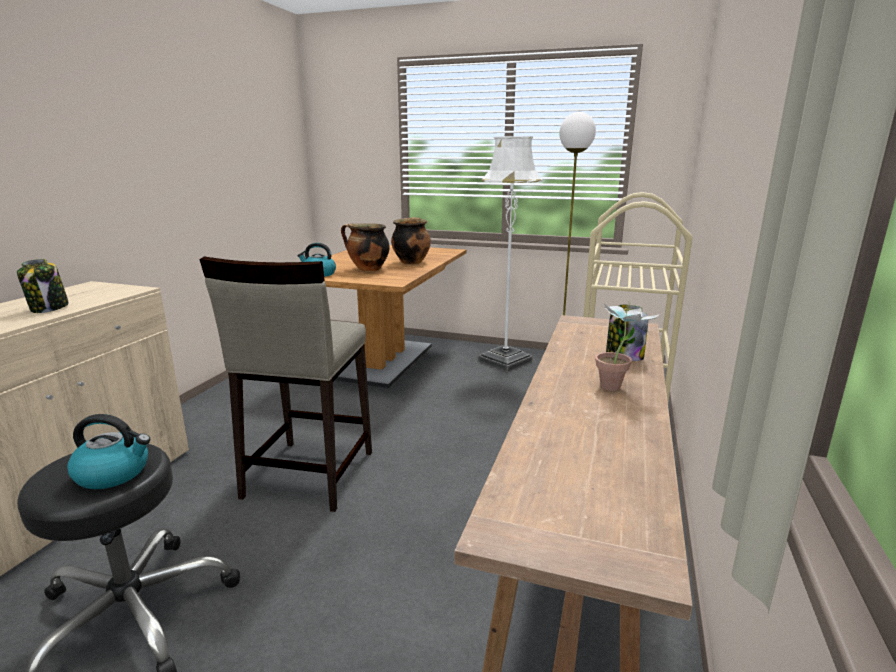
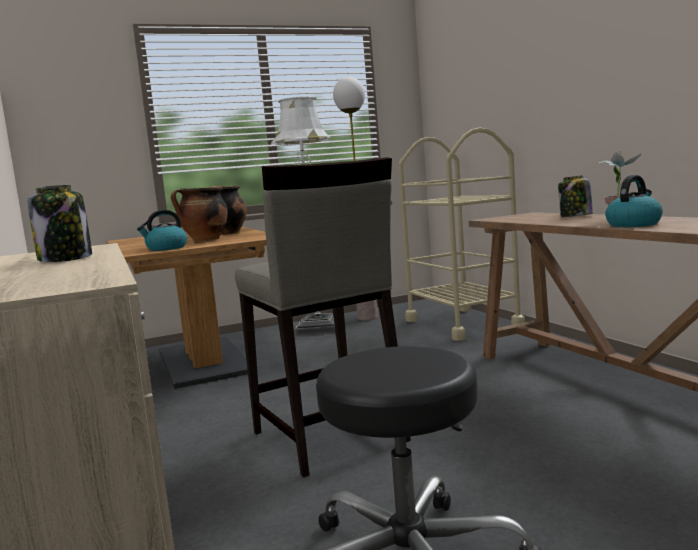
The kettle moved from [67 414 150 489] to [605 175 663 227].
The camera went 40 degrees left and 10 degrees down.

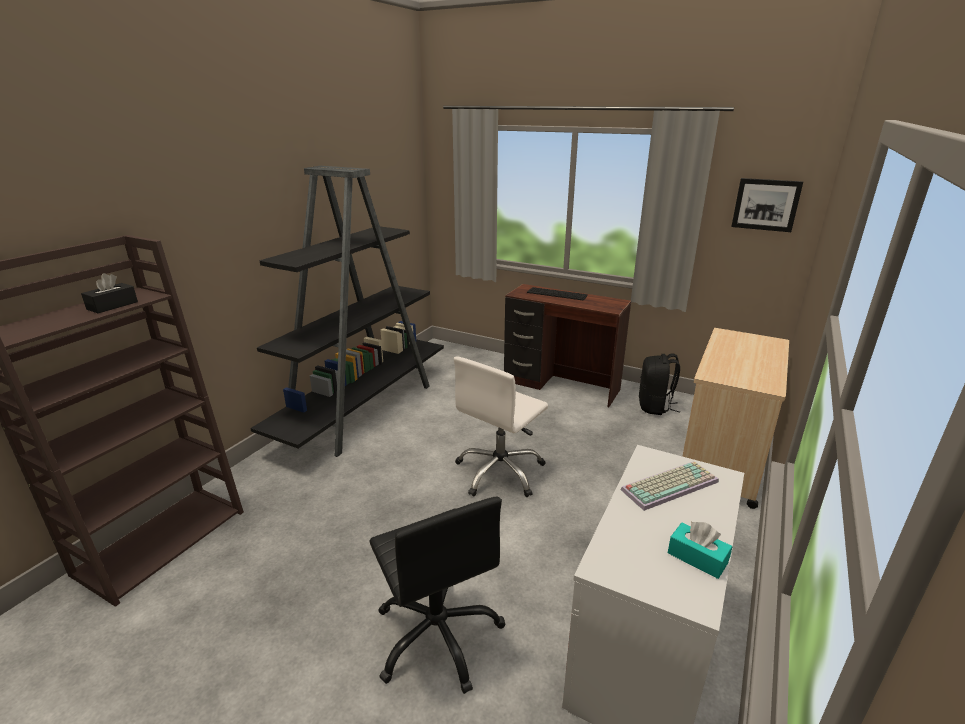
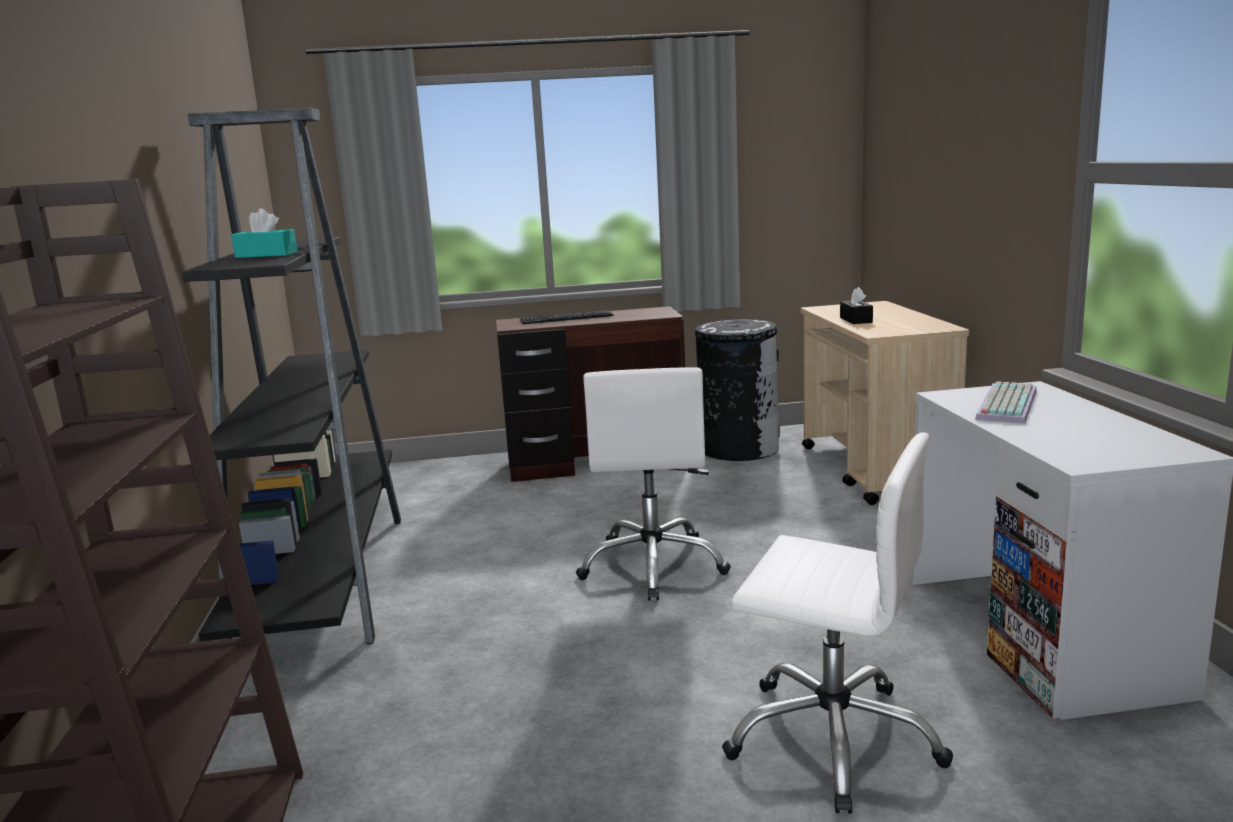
The wall art at [731 178 803 232] disappeared.
The black-coloured tissue holder moved from [81 273 138 313] to [840 287 873 324].
The black-coloured rucksack at [639 353 680 415] was replaced by the black-coloured trash can at [695 319 780 461].
The black-coloured office chair at [369 497 506 694] became the whitish office chair at [722 432 953 814].
The turquoise-coloured tissue holder moved from [668 522 732 579] to [231 208 298 258].
The camera went 35 degrees left and 10 degrees down.

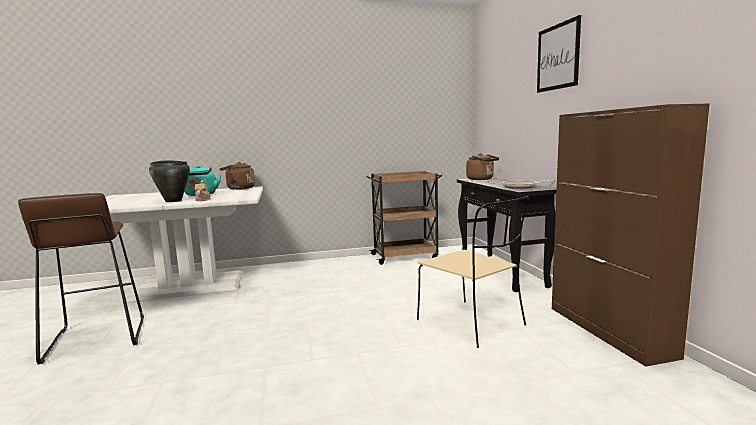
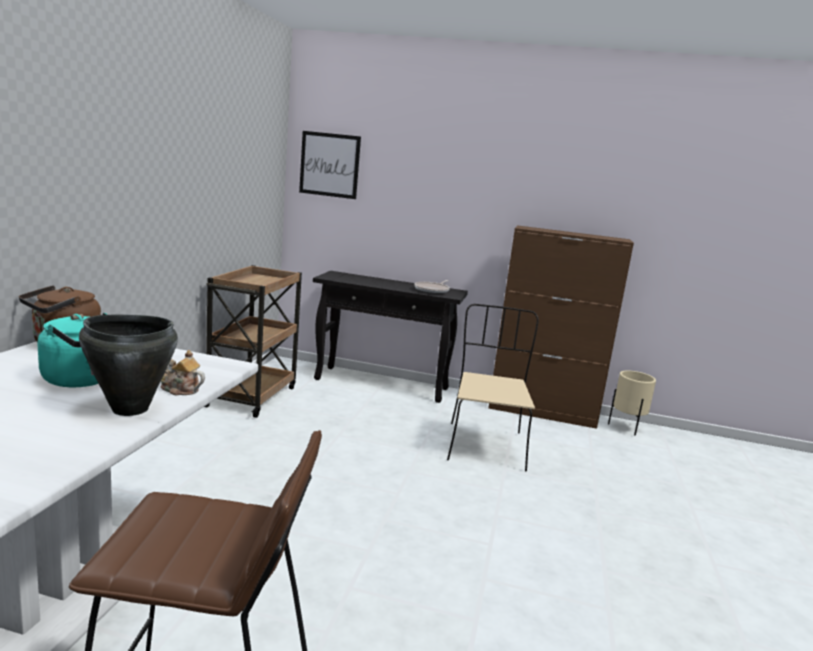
The wall art moved from [537 15 581 93] to [299 131 361 199].
The brownish kettle at [466 153 499 180] disappeared.
The beige plain chair at [417 196 529 348] turned 75 degrees counterclockwise.
The beige plant pot at [608 370 656 436] appeared.
The camera went 65 degrees left and 5 degrees up.

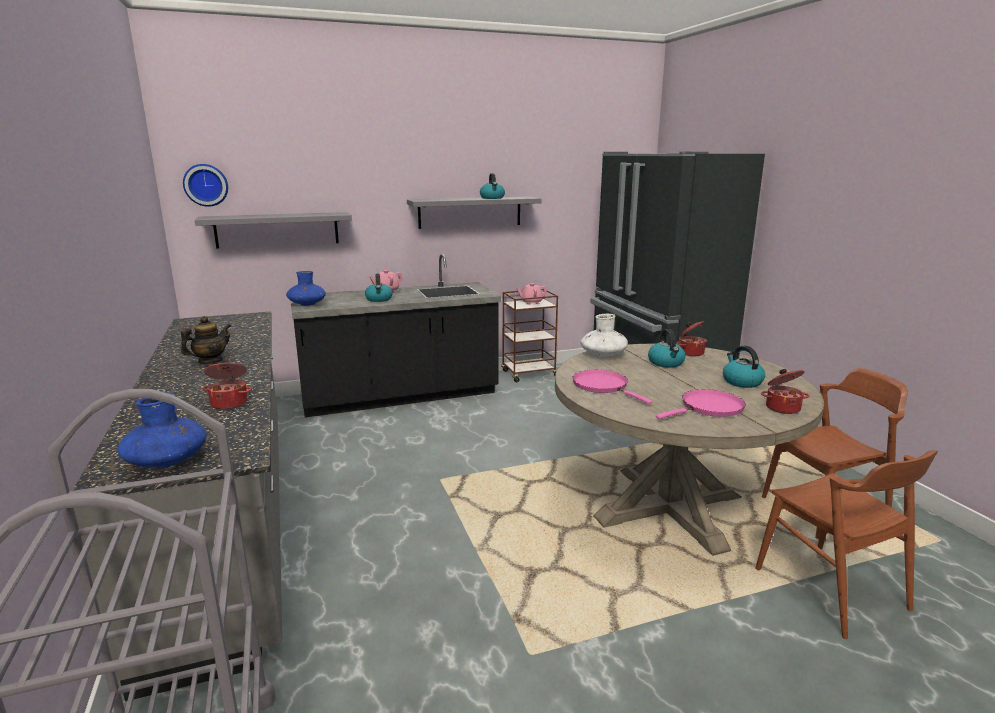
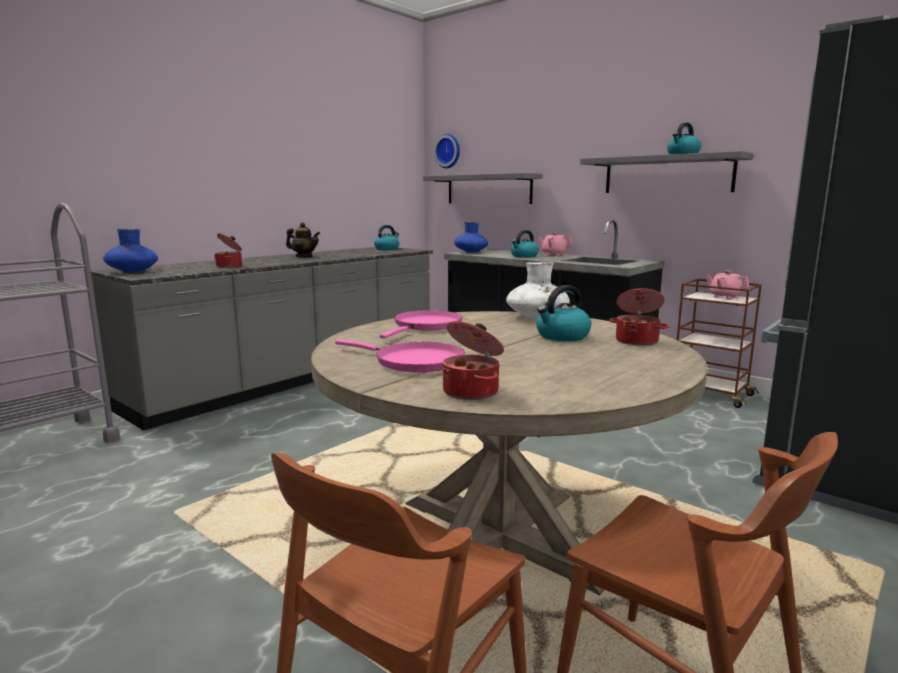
The kettle moved from [723 346 765 388] to [374 225 399 250].
The camera went 60 degrees right and 5 degrees down.

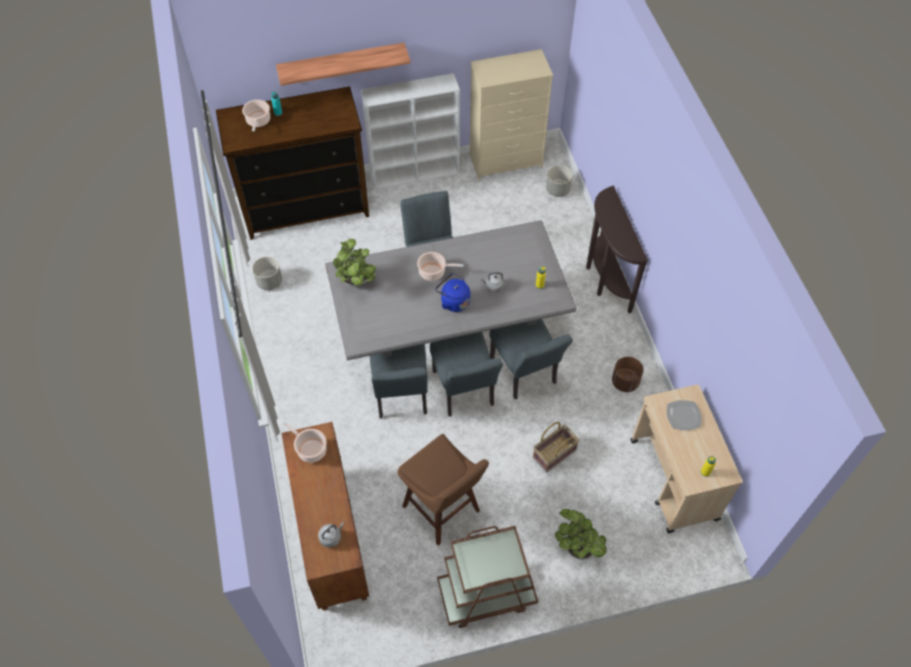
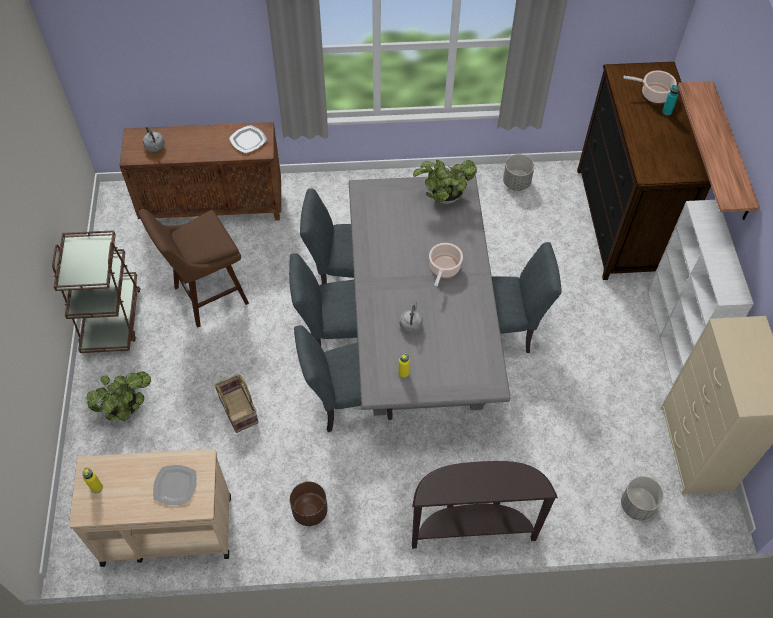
The blue-coloured kettle at [435 273 470 312] disappeared.
The stockpot at [282 422 327 463] was replaced by the plate at [229 125 267 154].
The camera went 100 degrees right and 0 degrees up.

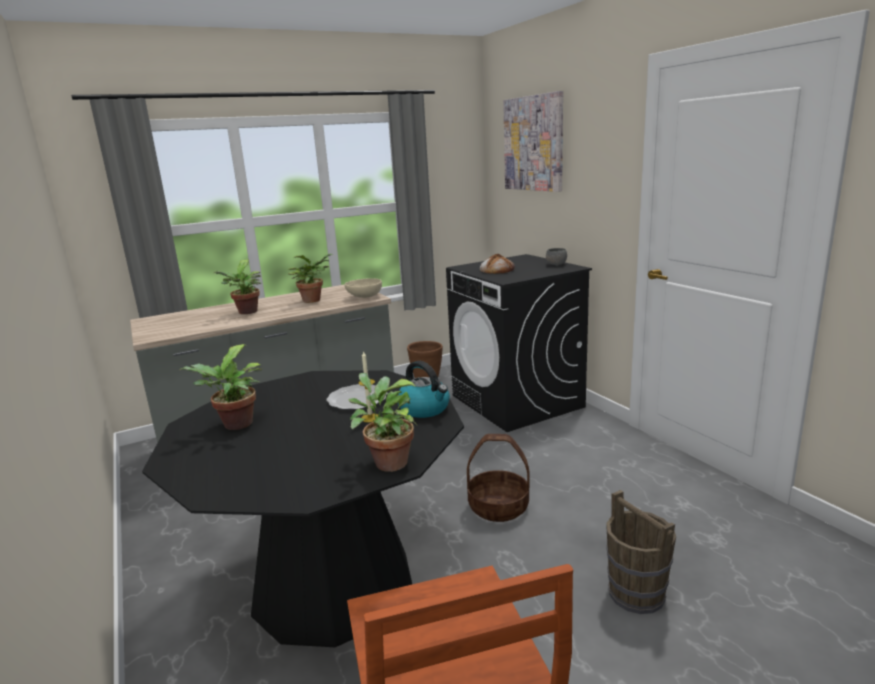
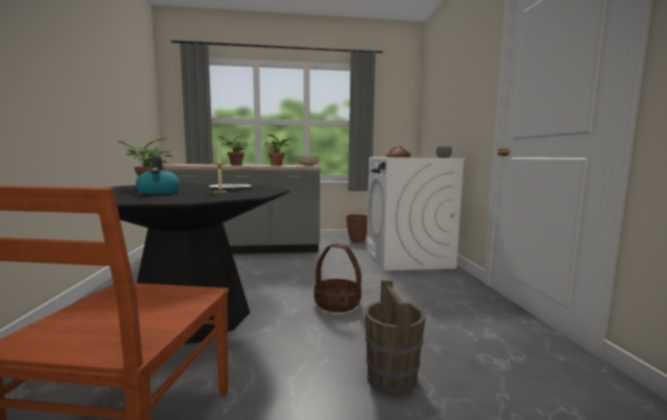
The wall art at [503 91 563 192] disappeared.
The black-coloured laundry machine at [446 254 592 432] became the whitish laundry machine at [367 157 466 271].
The kettle moved from [397 361 450 418] to [136 155 180 194].
The plant in a pot at [348 373 417 472] disappeared.
The camera went 20 degrees right and 10 degrees down.

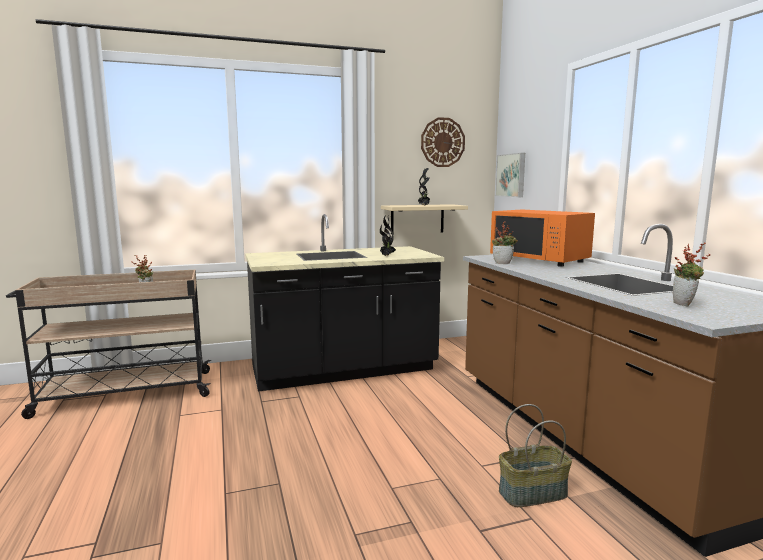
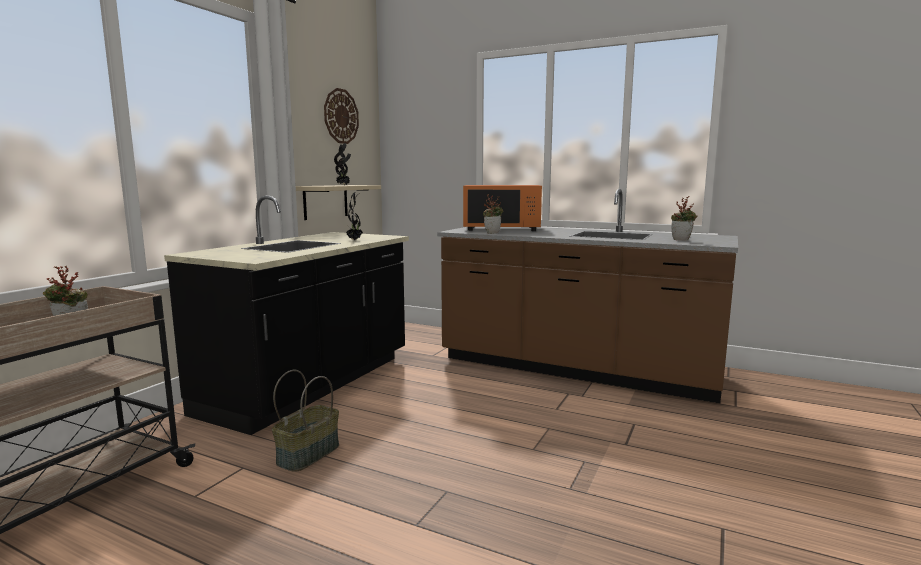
The wall art at [495 153 525 197] disappeared.
The household basket moved from [499 404 572 507] to [272 370 339 472].
The camera went 45 degrees left and 0 degrees up.

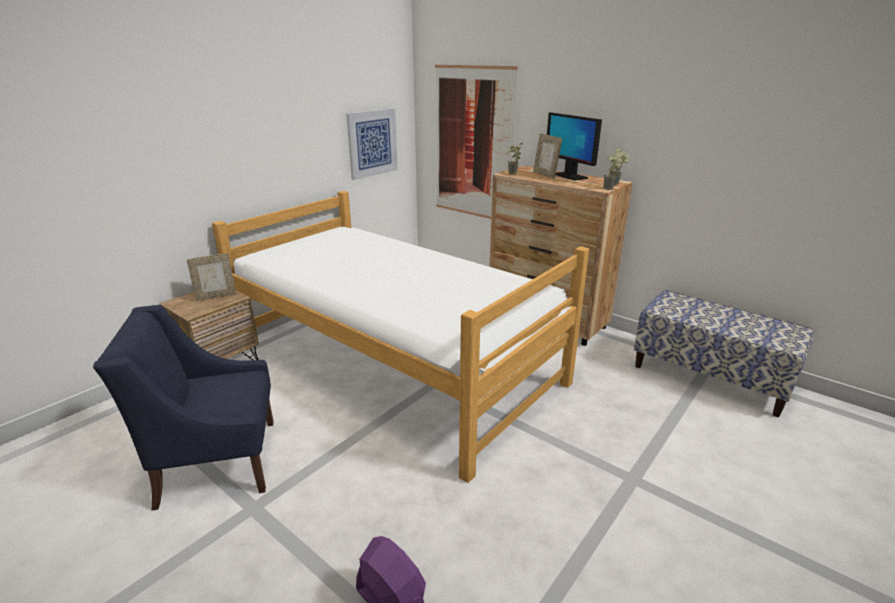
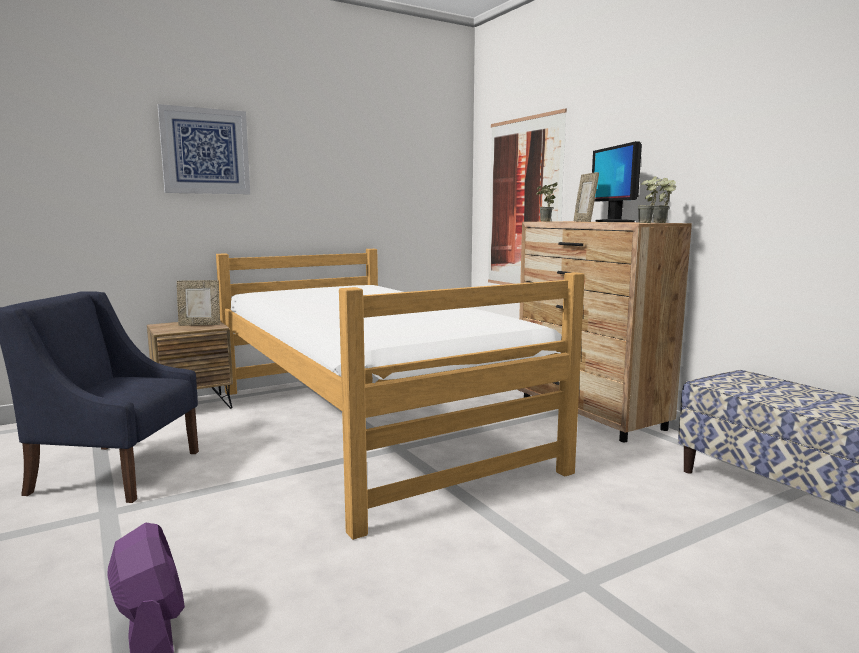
The wall art moved from [346 108 398 180] to [158 104 250 194].
The camera went 20 degrees right and 15 degrees down.

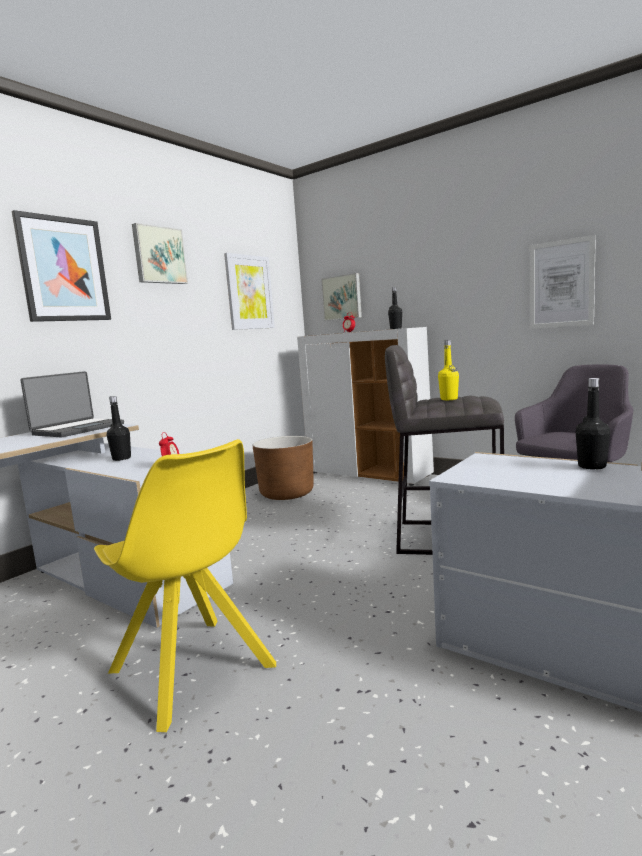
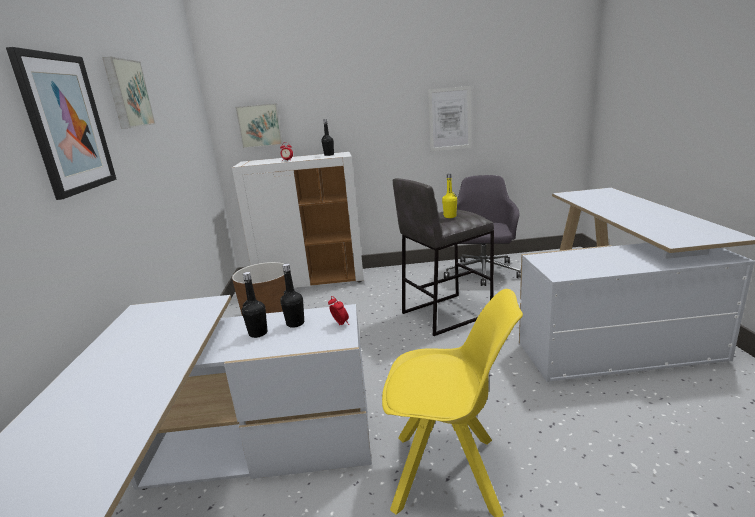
The wall art at [224 253 275 330] disappeared.
The portable computer at [20 371 124 437] disappeared.
The black-coloured beverage bottle moved from [575 378 610 470] to [280 263 304 328].
The camera went 40 degrees left and 10 degrees up.

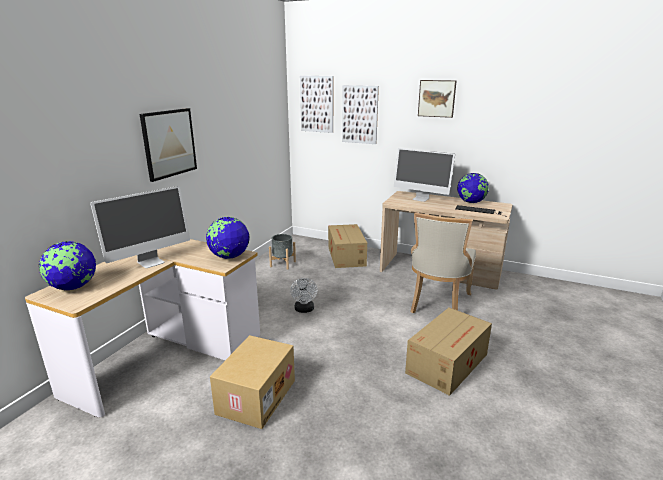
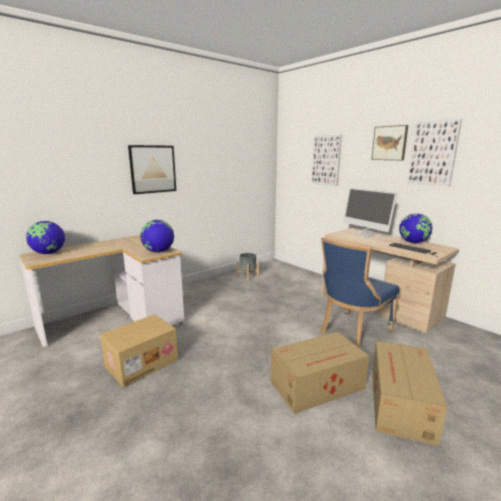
The wall art moved from [300 76 333 133] to [408 119 462 186].
The computer display at [90 186 190 268] disappeared.
The beige plain chair at [411 213 476 313] became the blue-coloured plain chair at [320 237 399 348].
The cardboard box moved from [328 224 367 268] to [372 341 447 446].
The whitish cooling fan at [290 278 318 313] disappeared.
The camera went 25 degrees right and 5 degrees down.

